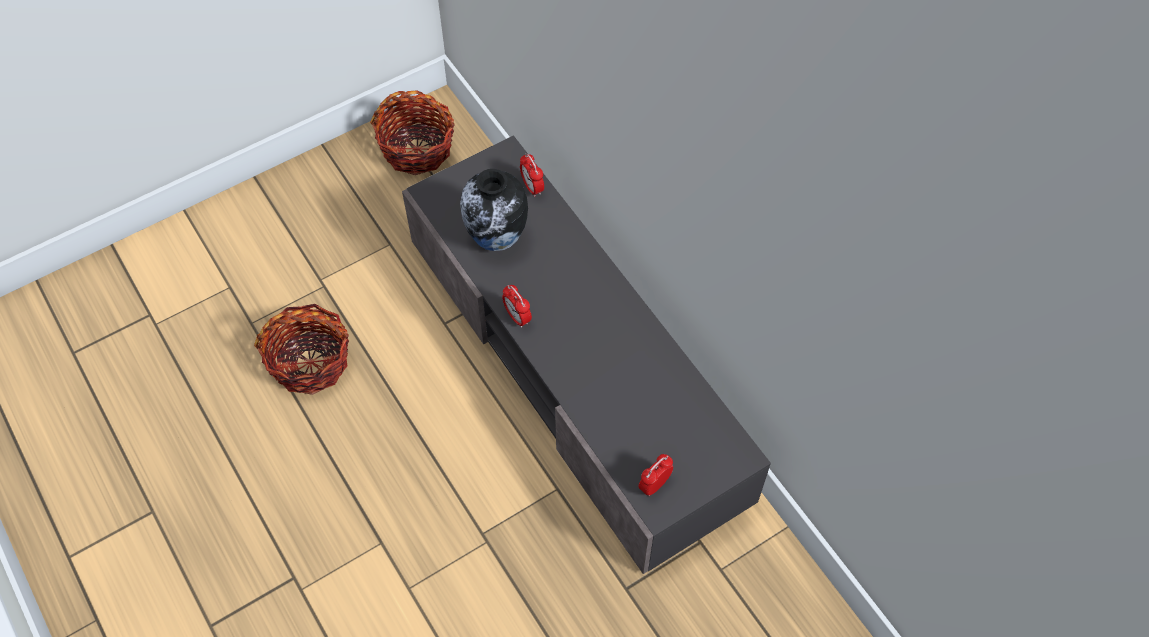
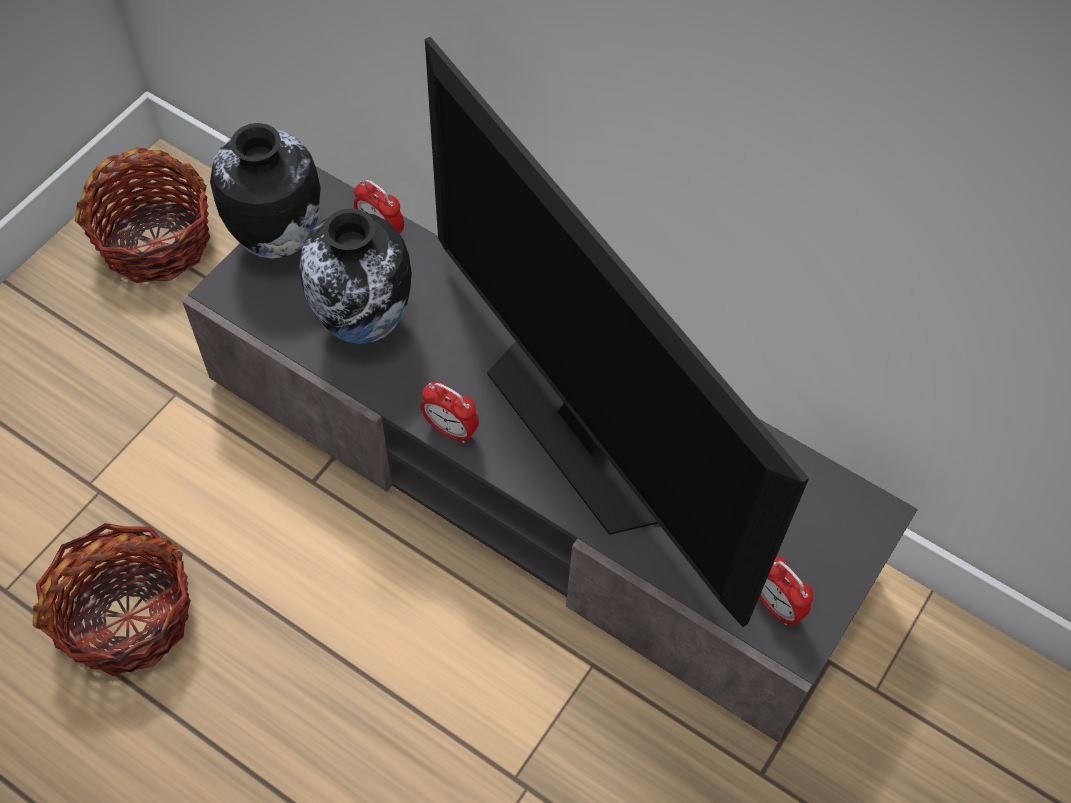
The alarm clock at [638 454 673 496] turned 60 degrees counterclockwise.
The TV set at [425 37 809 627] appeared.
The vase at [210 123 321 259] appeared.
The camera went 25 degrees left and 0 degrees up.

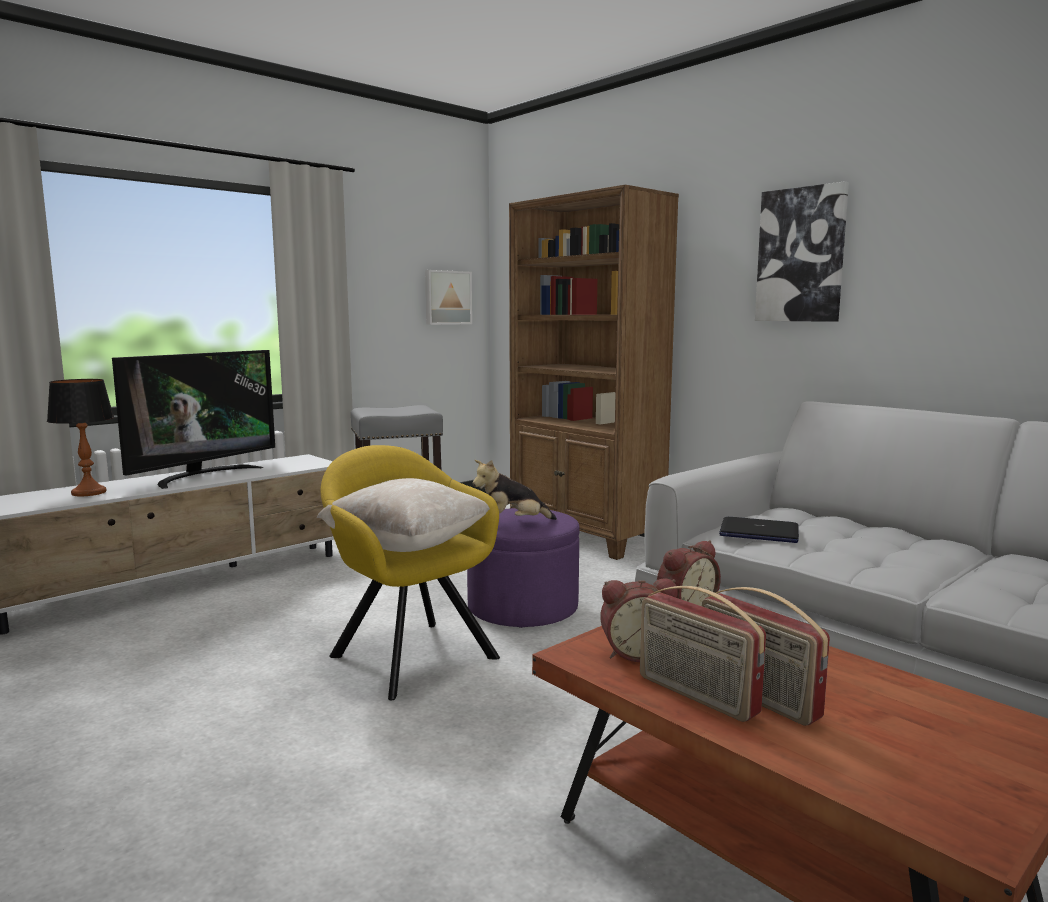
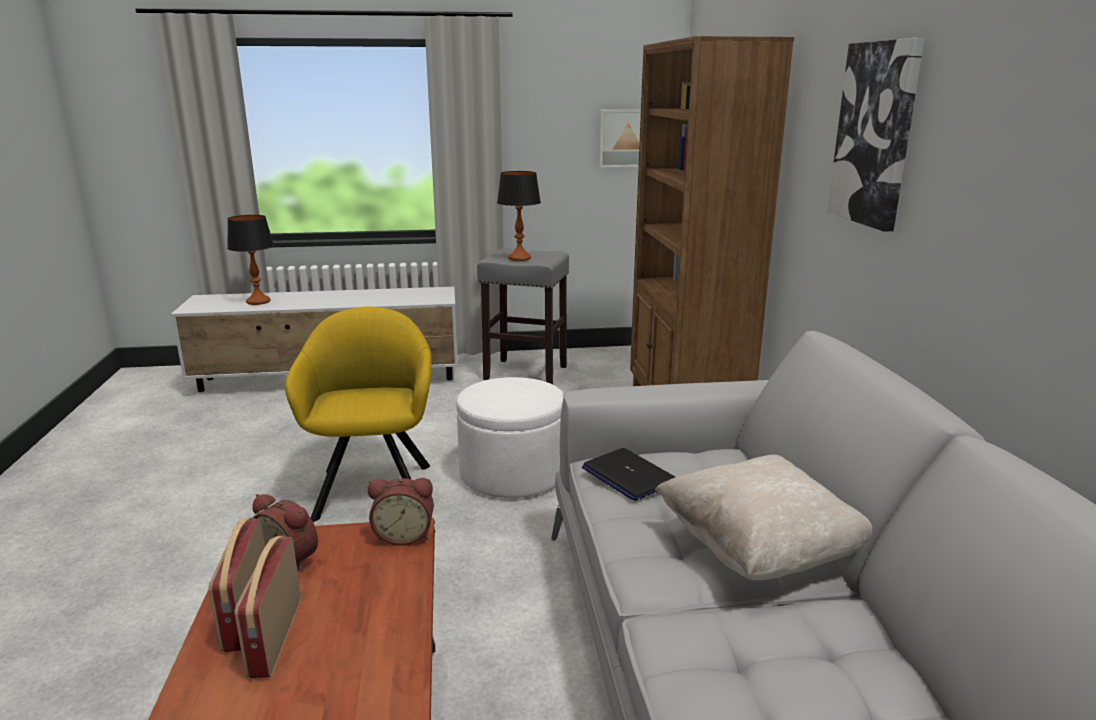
The TV set at [112 350 275 489] disappeared.
The plush toy at [472 460 557 520] disappeared.
The beige throw pillow moved from [317 478 490 552] to [655 455 872 580].
The purplish ottoman at [467 508 580 628] became the whitish ottoman at [456 377 564 498].
The lamp for a table at [497 171 541 261] appeared.
The camera went 35 degrees right and 10 degrees up.

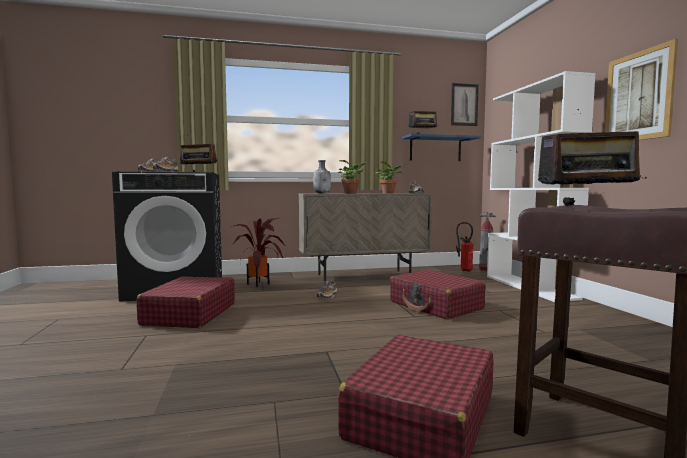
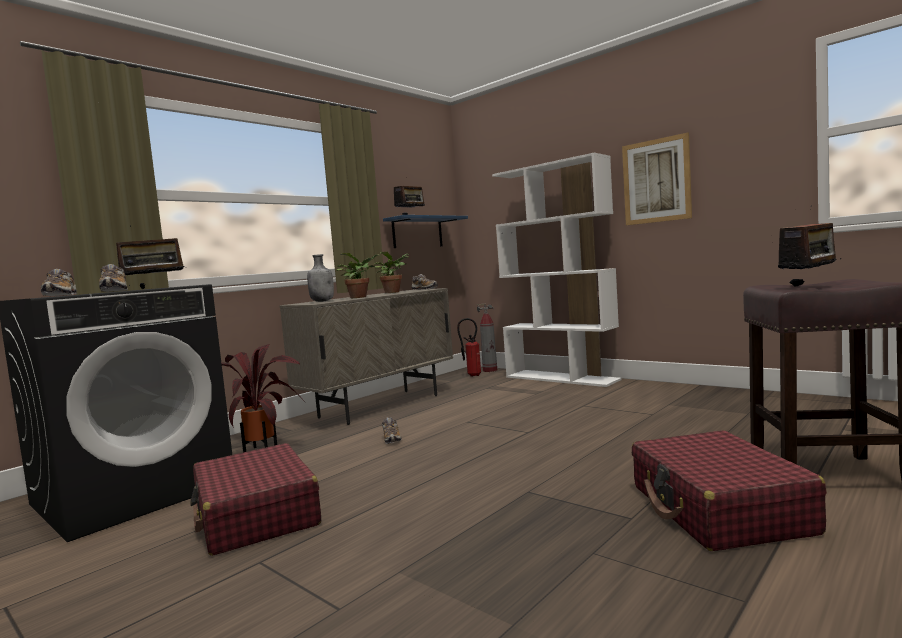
The wall art at [451 83 479 126] disappeared.
The reddish travel case at [390 270 486 320] disappeared.
The camera went 35 degrees left and 0 degrees up.

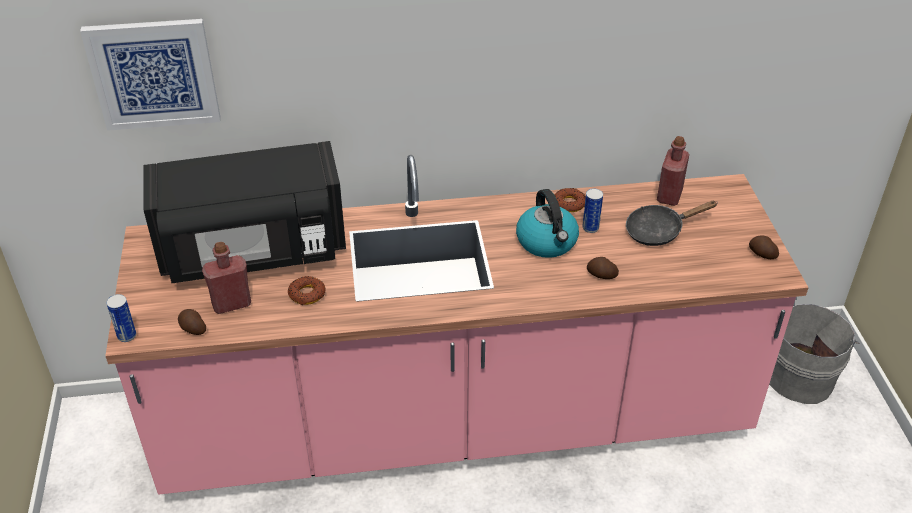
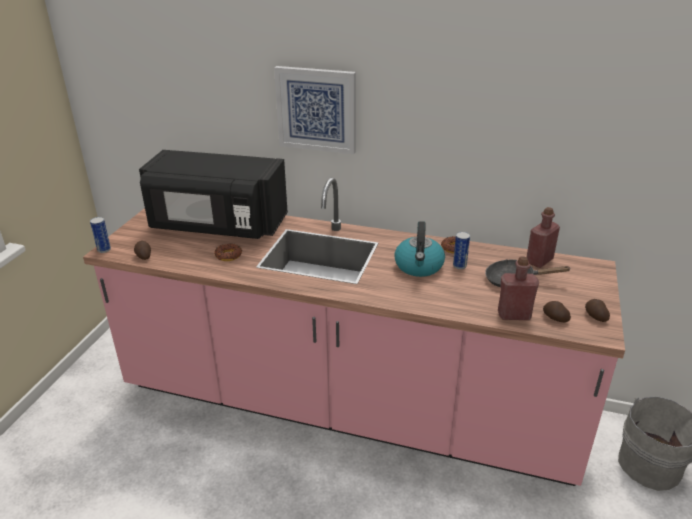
The wall art moved from [80 19 221 131] to [274 66 356 154].
The reddish beverage bottle moved from [202 242 251 314] to [498 257 539 320].
The spud moved from [587 257 619 279] to [543 301 571 322].
The camera went 25 degrees right and 10 degrees down.

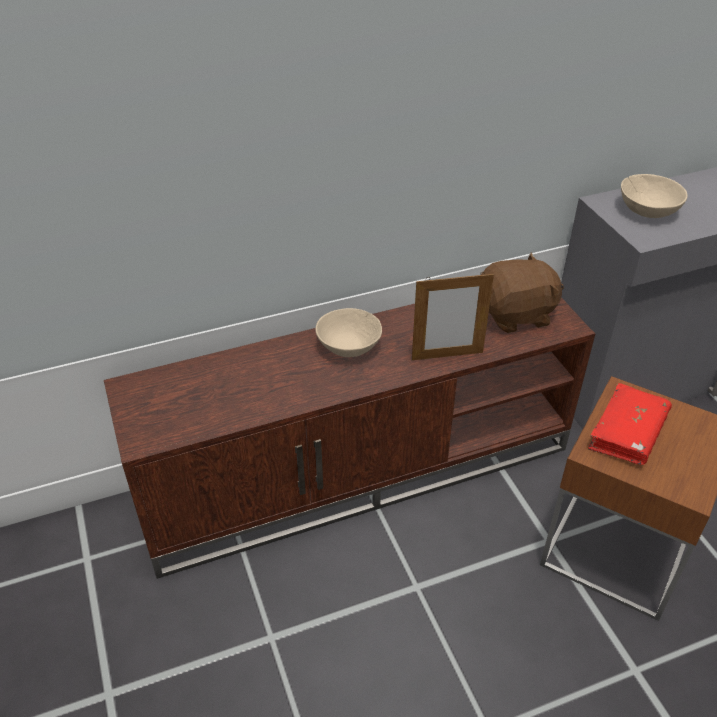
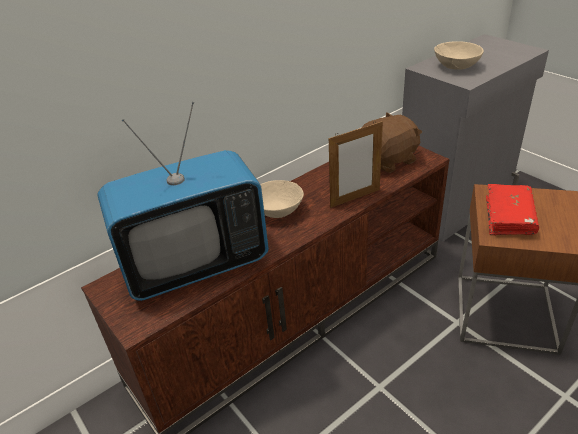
The TV set at [98 102 269 301] appeared.
The camera went 15 degrees left and 5 degrees down.

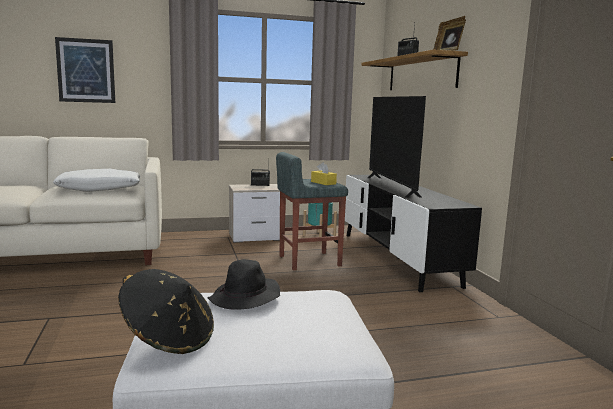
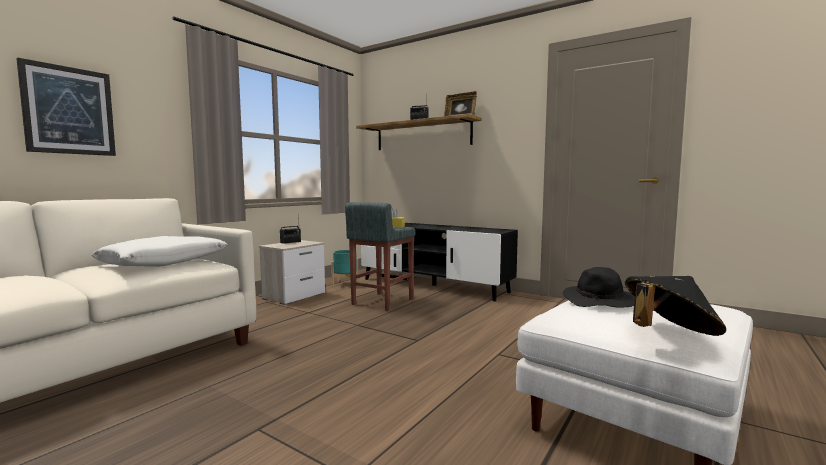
The TV set at [368 96 426 198] disappeared.
The camera went 40 degrees left and 5 degrees down.

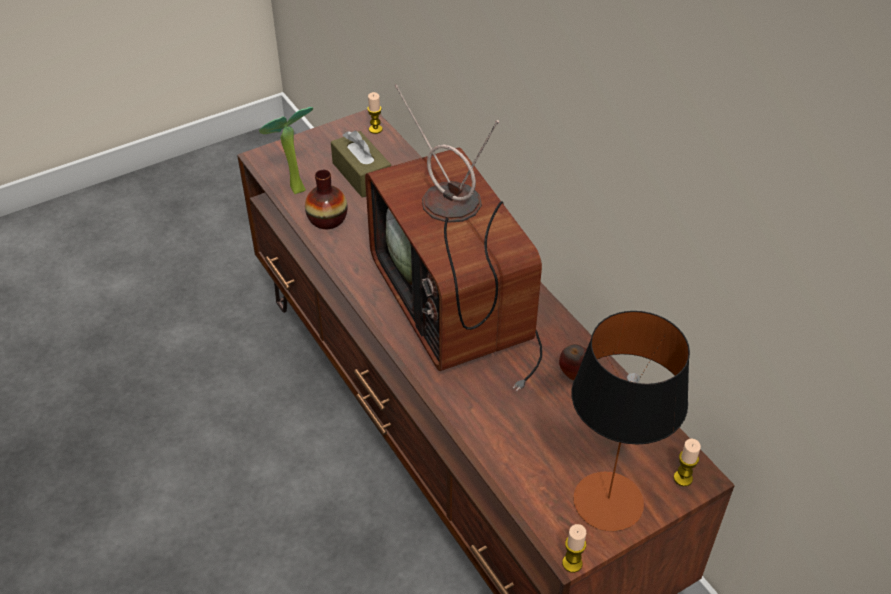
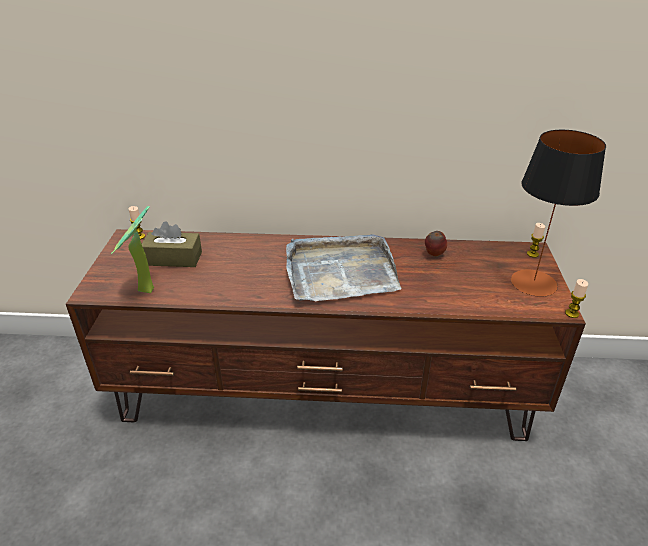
The TV set at [365 84 542 391] was replaced by the grey serving tray at [286 234 401 301].
The vase at [305 169 348 229] disappeared.
The camera went 55 degrees left and 10 degrees down.

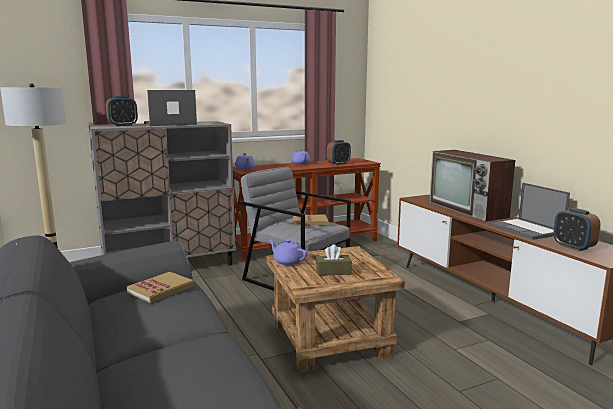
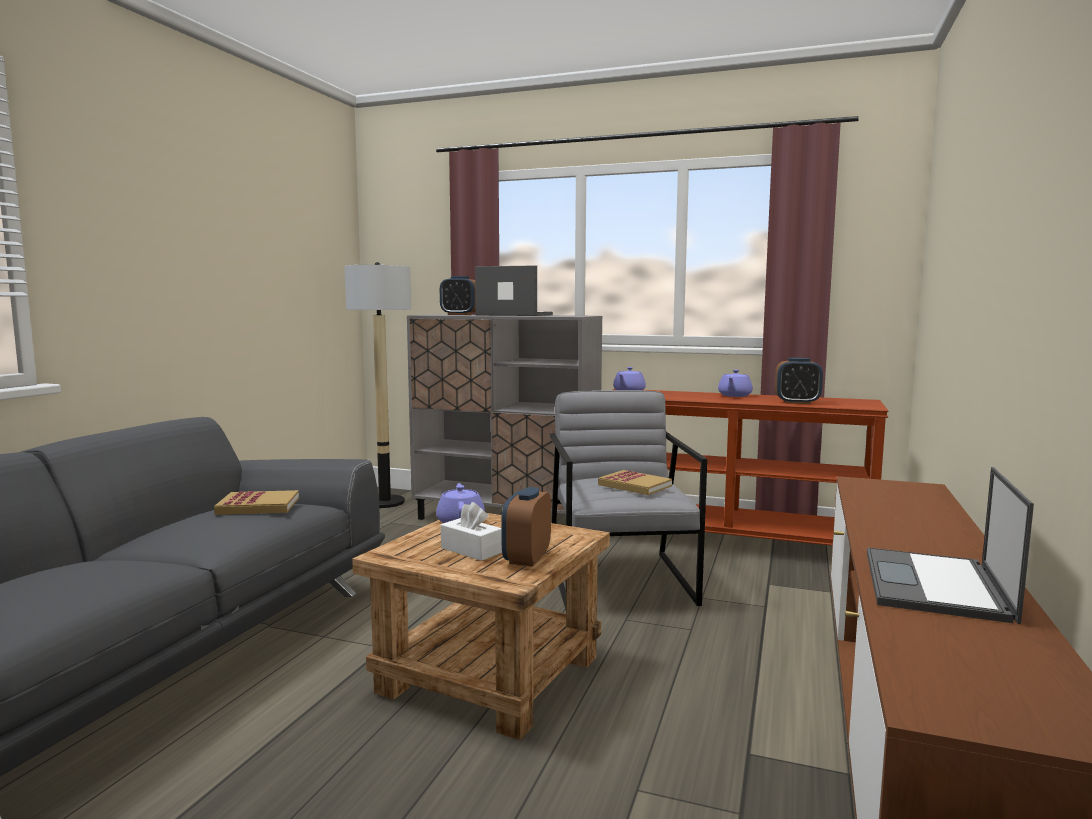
The TV set at [429 150 515 221] disappeared.
The alarm clock moved from [553 208 600 251] to [501 487 551 566].
The brownish tissue holder at [316 244 352 276] became the whitish tissue holder at [441 502 502 561].
The camera went 45 degrees right and 5 degrees down.

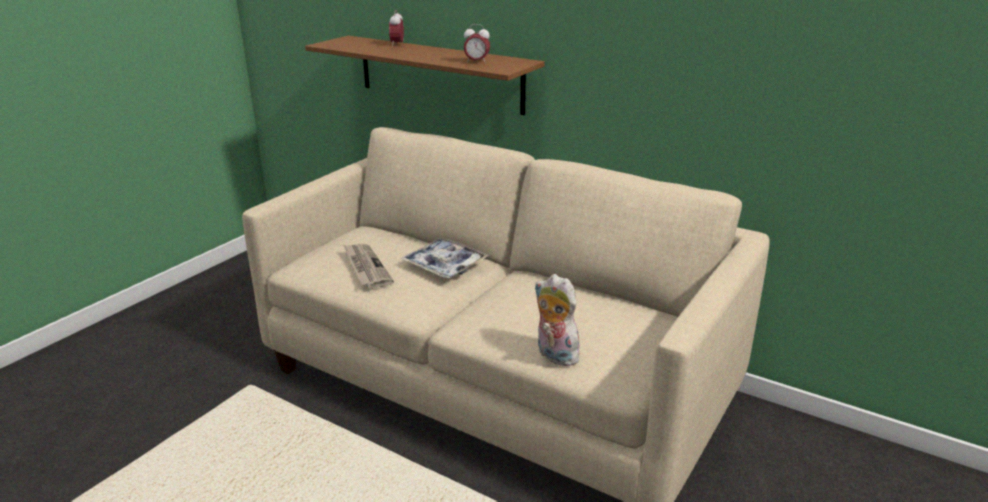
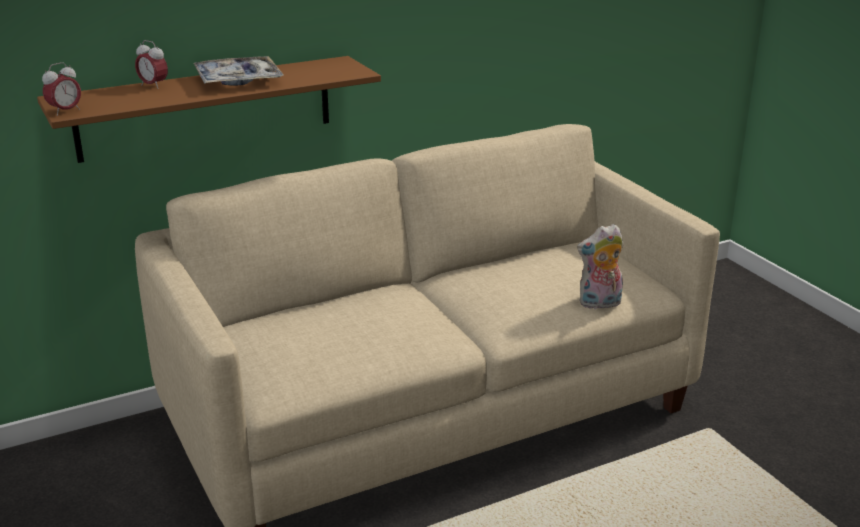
The alarm clock moved from [464 24 490 64] to [42 62 81 116].
The serving tray moved from [401 238 489 278] to [193 56 284 86].
The daily paper at [343 244 394 288] disappeared.
The camera went 60 degrees left and 0 degrees up.

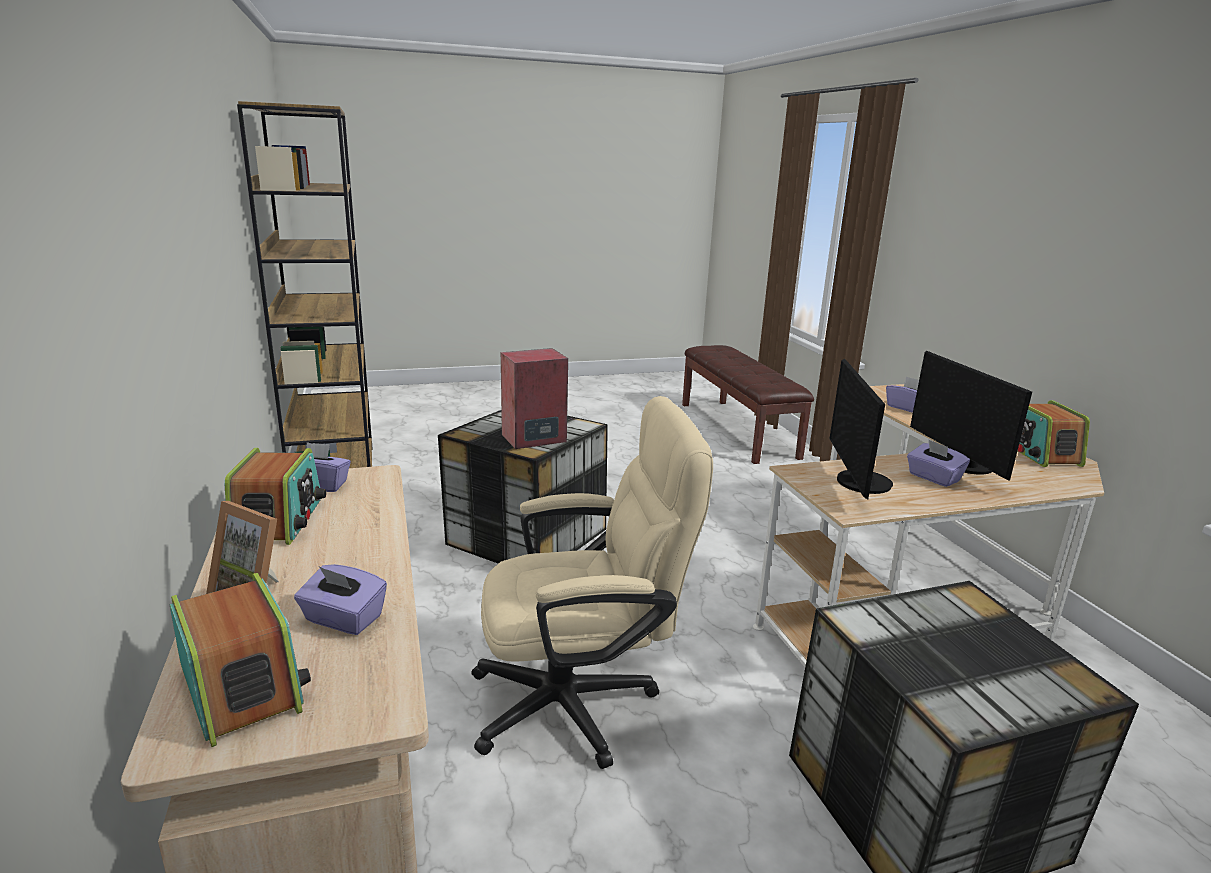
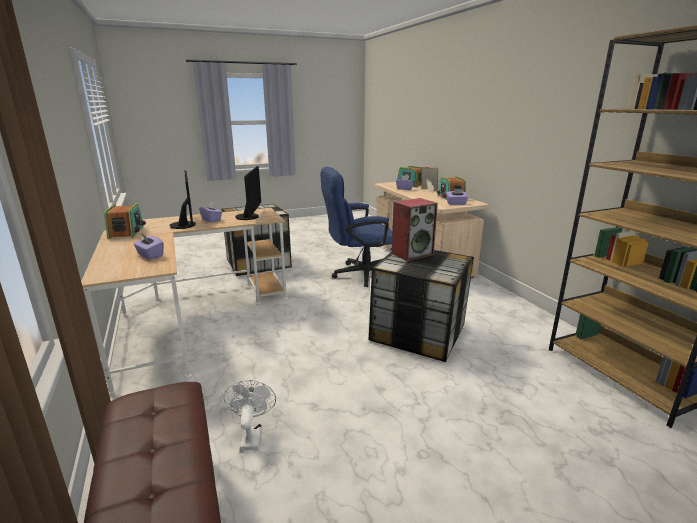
The beige office chair at [471 396 713 769] became the blue-coloured office chair at [321 167 392 287].
The whitish cooling fan at [224 380 276 450] appeared.
The camera went 175 degrees right and 0 degrees up.

